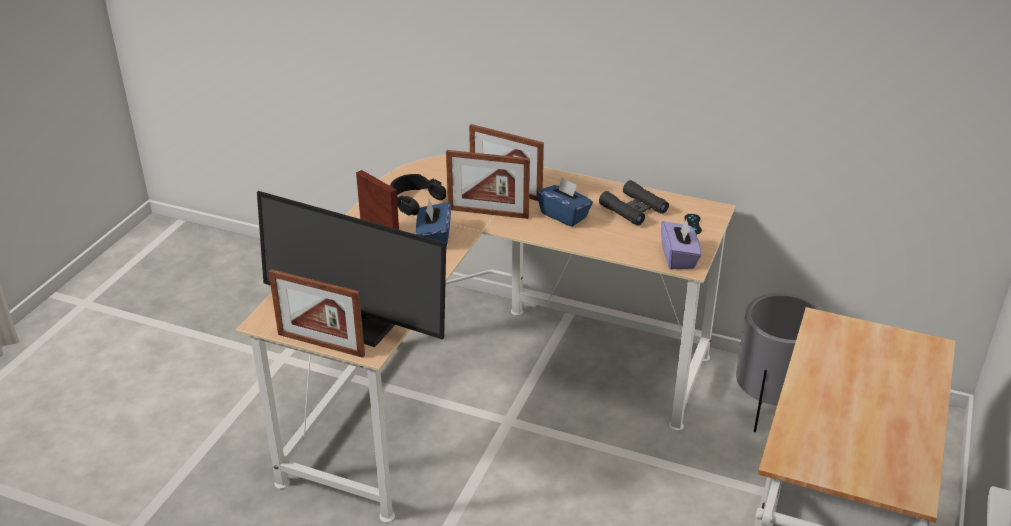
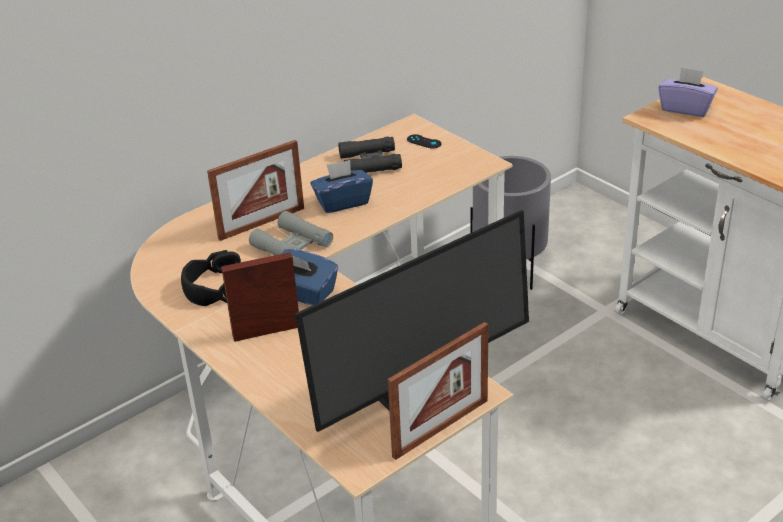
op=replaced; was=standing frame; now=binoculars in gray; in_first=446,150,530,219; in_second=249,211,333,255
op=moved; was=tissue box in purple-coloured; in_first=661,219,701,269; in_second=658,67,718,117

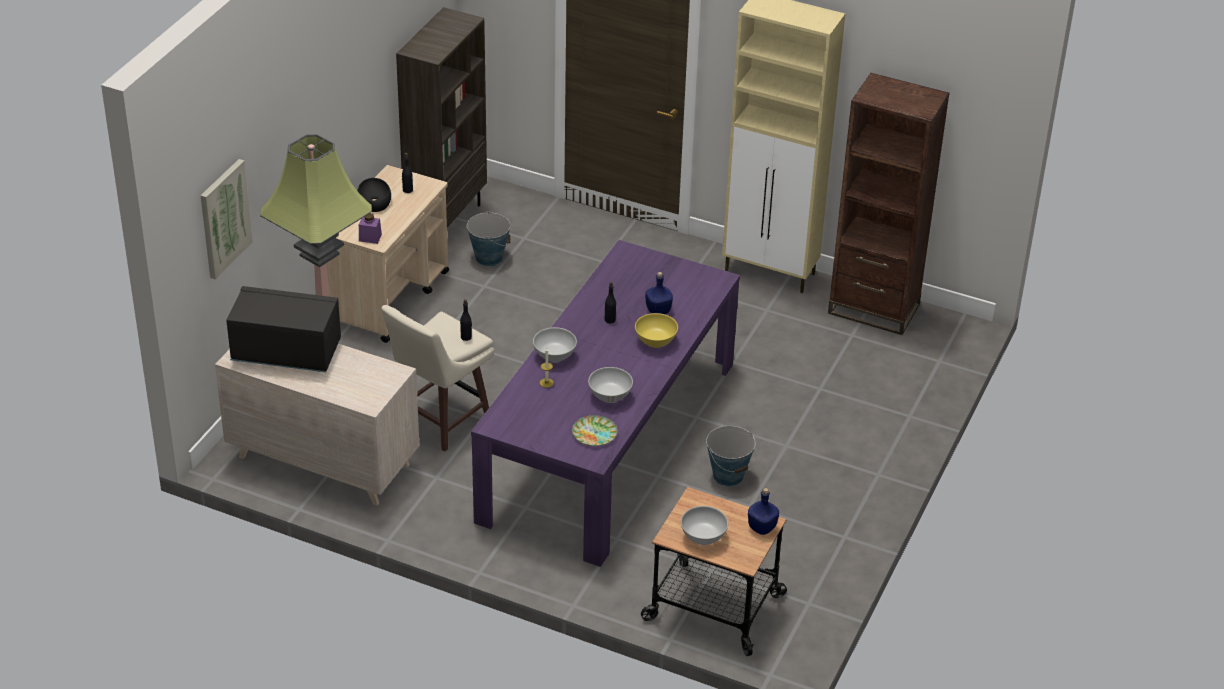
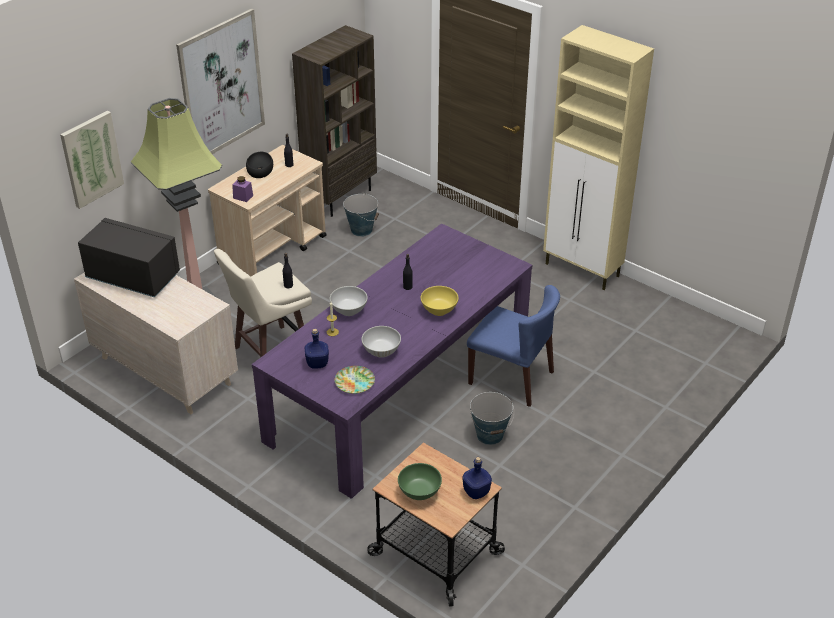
op=added; now=picture; in_second=176,8,265,154
op=moved; was=drink bottle in bluish; in_first=645,272,673,314; in_second=305,329,329,369
op=recoloured; was=bowl in white-coloured; now=bowl in green; in_first=681,506,728,545; in_second=398,463,442,500
op=added; now=upright chair in bluish; in_second=467,285,560,407
op=removed; was=bookshelf in brown-coloured; in_first=828,73,950,335

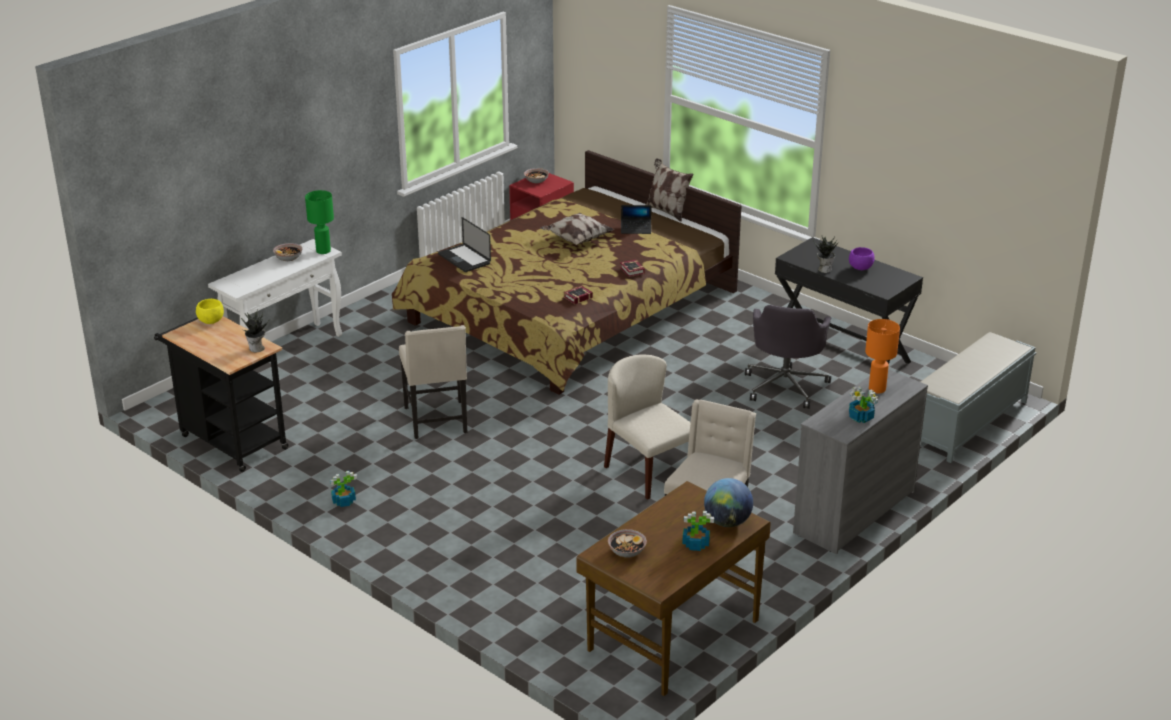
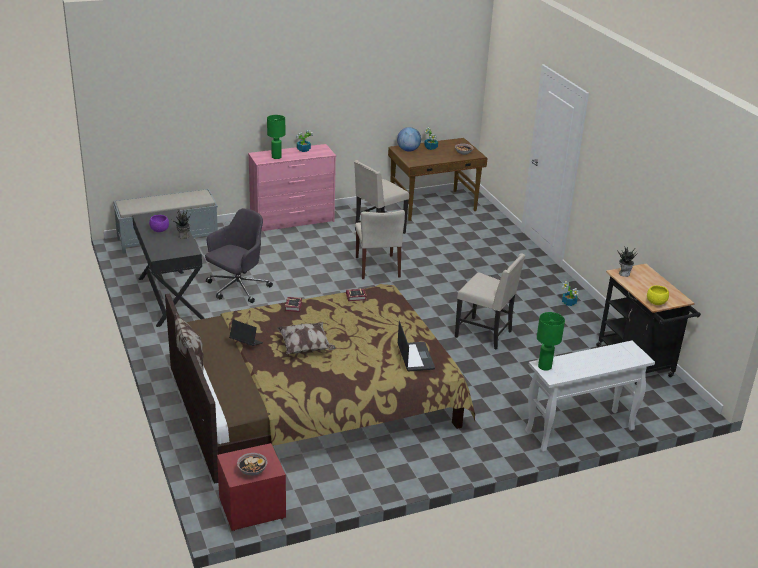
op=recoloured; was=chest of drawers in gray; now=chest of drawers in pinkish; in_first=793,369,928,554; in_second=248,144,336,231
op=recoloured; was=table lamp in orangey; now=table lamp in green; in_first=865,319,900,393; in_second=267,115,285,159
op=turned; was=upright chair in sand-coloured; in_first=399,325,467,439; in_second=455,253,525,349; clockwise=105
op=removed; was=bowl; in_first=273,243,302,261

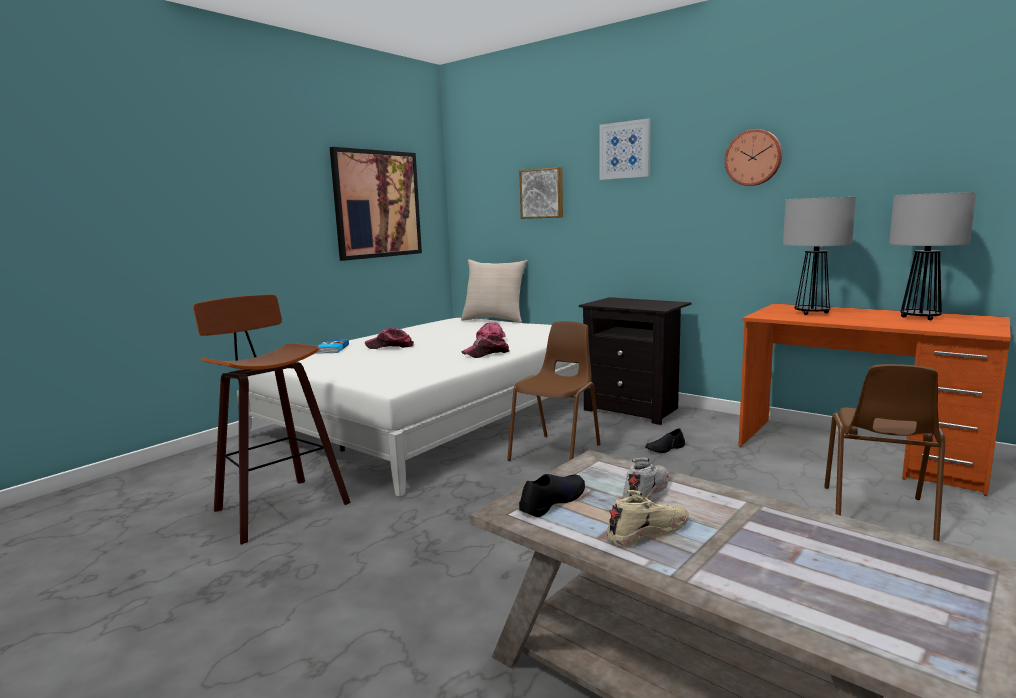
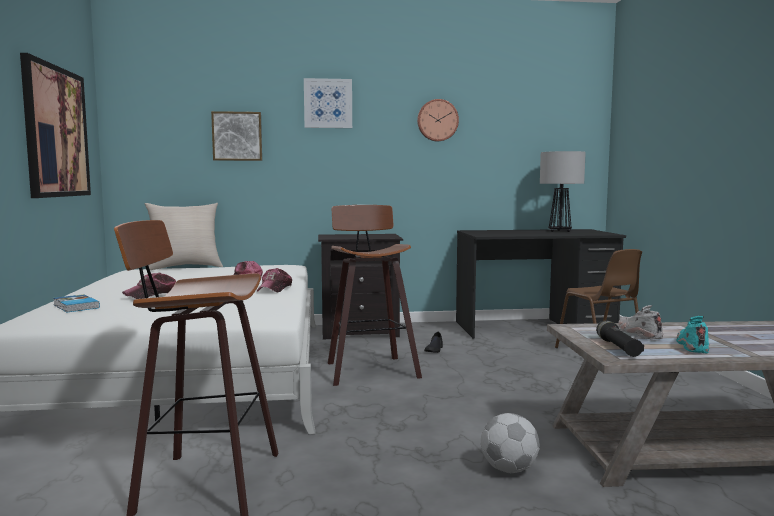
op=replaced; was=upright chair in brown-coloured; now=stool; in_first=507,321,600,461; in_second=328,205,422,386
op=recoloured; was=desk in orangey; now=desk in black-coloured; in_first=738,303,1011,496; in_second=456,229,626,339
op=added; now=football ball; in_second=481,413,540,473
op=replaced; was=low shoe in black-coloured; now=flashlight in black-coloured; in_first=519,474,585,517; in_second=596,320,644,357
op=recoloured; was=low shoe in sand-coloured; now=low shoe in blue-green; in_first=607,490,689,548; in_second=676,316,709,353
op=removed; was=table lamp; in_first=783,197,856,315

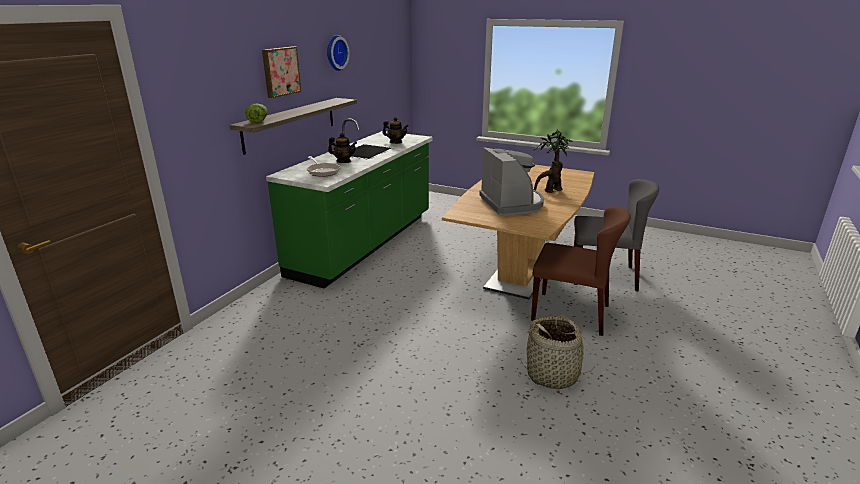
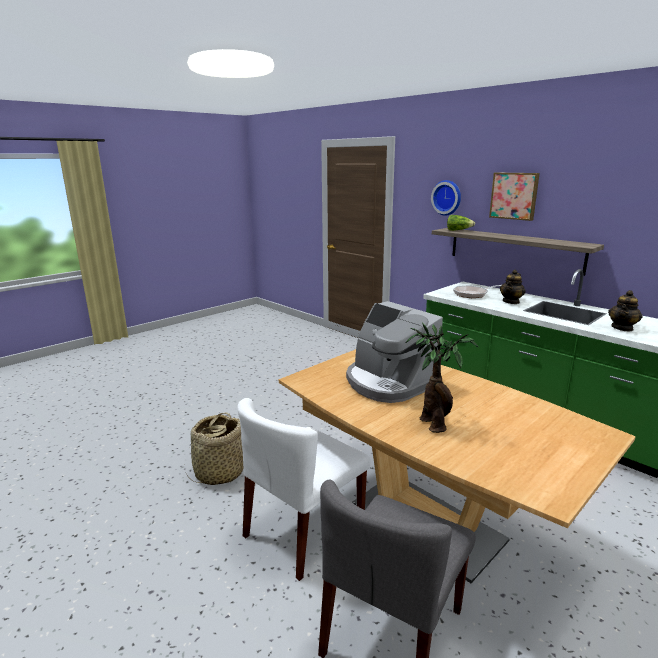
op=recoloured; was=upright chair in brown-coloured; now=upright chair in white-coloured; in_first=531,206,631,336; in_second=237,398,370,581
op=turned; was=coffee brewer; in_first=479,147,544,216; in_second=346,301,443,403; clockwise=45
op=moved; was=clock on the wall; in_first=327,35,350,71; in_second=431,180,461,216

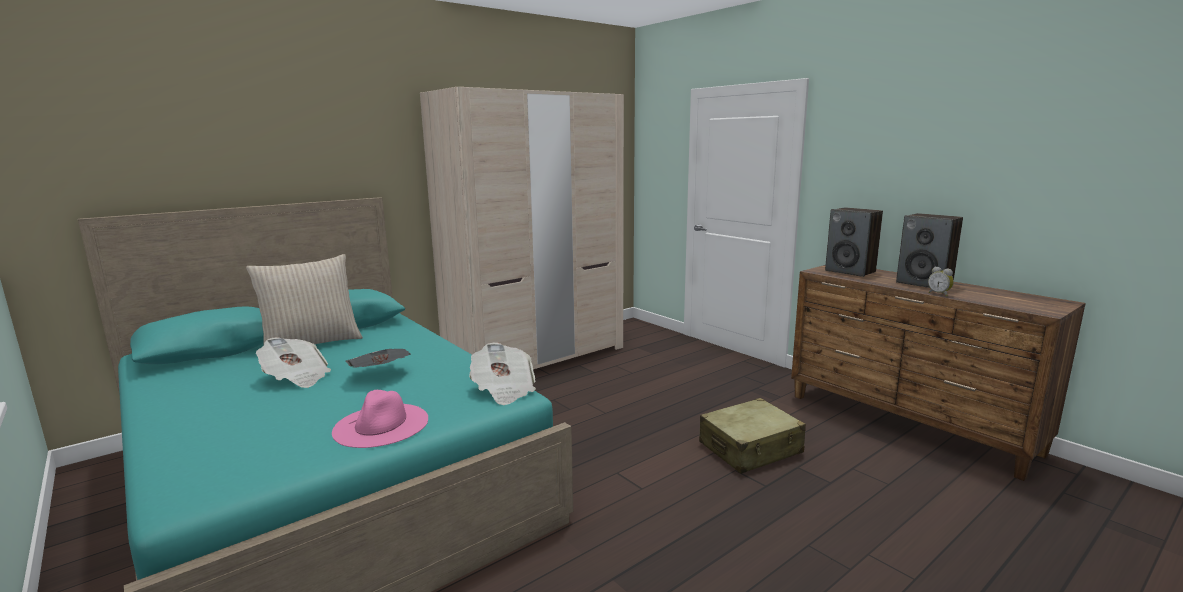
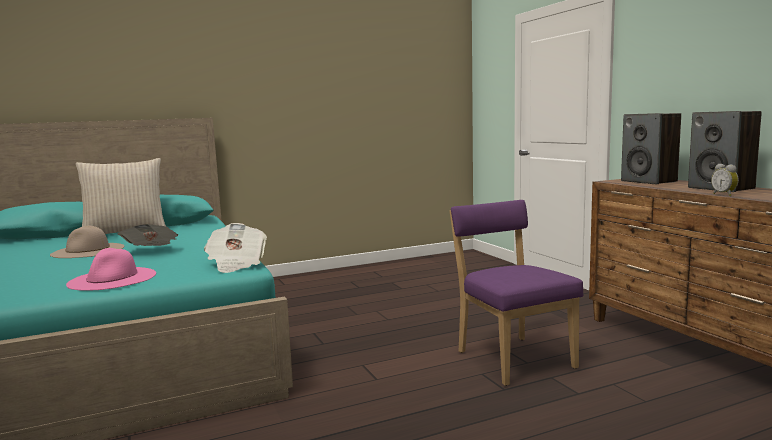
op=replaced; was=newspaper; now=hat in sand-coloured; in_first=256,337,331,388; in_second=50,226,124,258
op=replaced; was=piece of luggage in sand-coloured; now=upright chair in purple-coloured; in_first=699,398,806,474; in_second=450,200,584,386
op=removed; was=wardrobe in sand-coloured; in_first=420,87,624,369

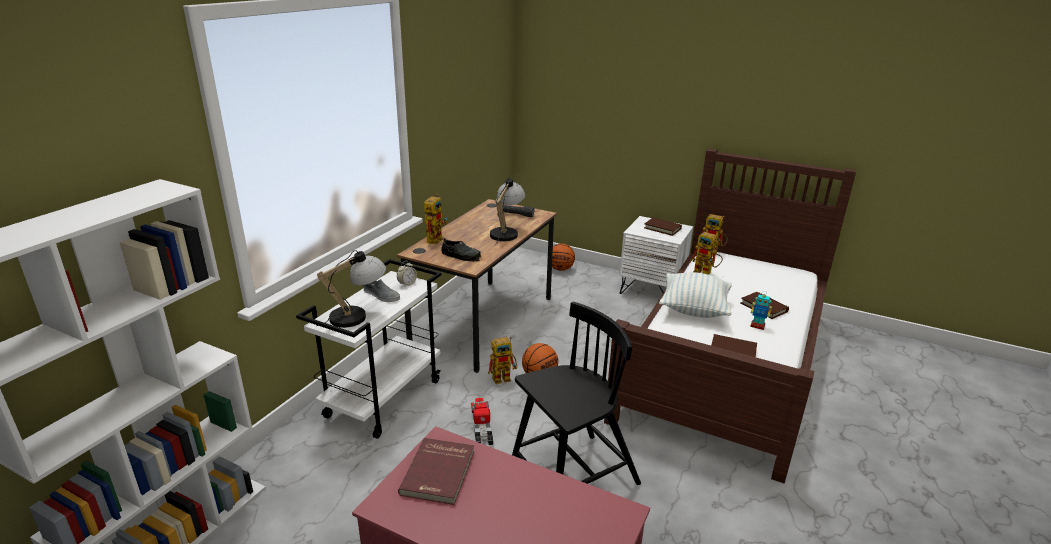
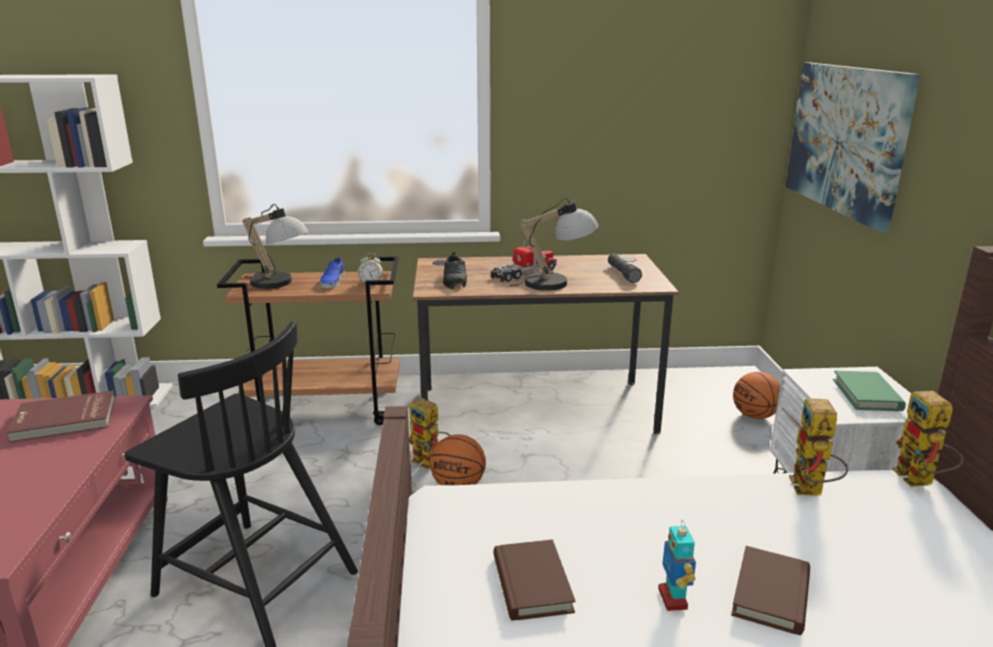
op=recoloured; was=cart in white-coloured; now=cart in brown-coloured; in_first=296,259,441,439; in_second=217,257,400,425
op=recoloured; was=low shoe in gray; now=low shoe in bluish; in_first=363,279,400,302; in_second=320,258,345,288
op=moved; was=toy truck; in_first=471,398,493,445; in_second=490,241,557,282
op=added; now=picture; in_second=785,63,921,232
op=recoloured; was=volume in brown-coloured; now=volume in green; in_first=644,218,682,236; in_second=833,371,906,411
op=removed; was=model robot; in_first=424,194,447,245
op=removed; was=pillow; in_first=659,272,732,318

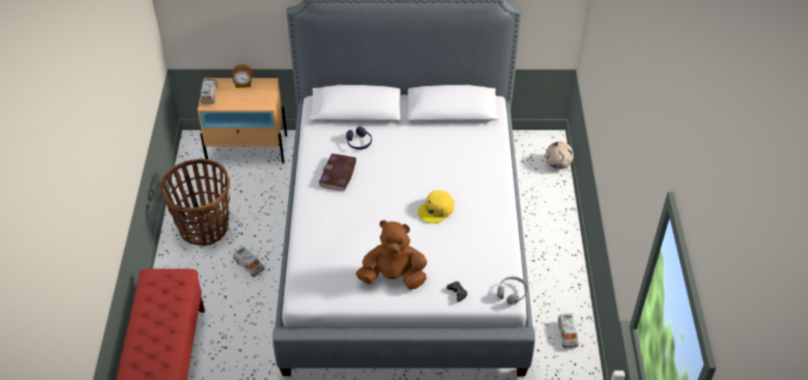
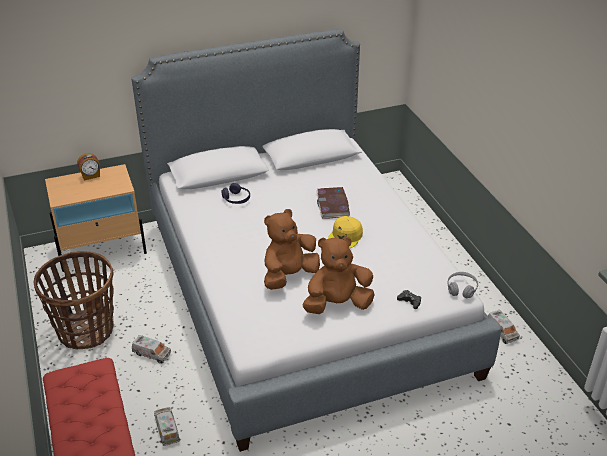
op=moved; was=toy truck; in_first=200,79,218,104; in_second=154,407,180,446
op=added; now=cuddly toy in brown-coloured; in_second=264,209,320,290
op=moved; was=volume; in_first=318,154,356,191; in_second=316,187,350,219
op=removed; was=football ball; in_first=545,141,574,169

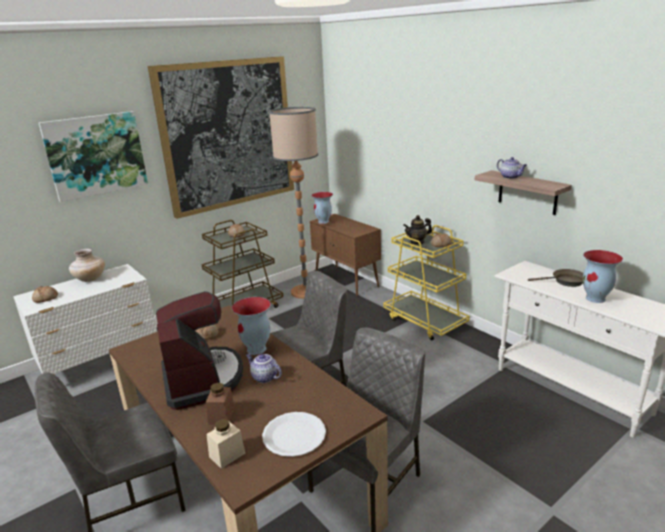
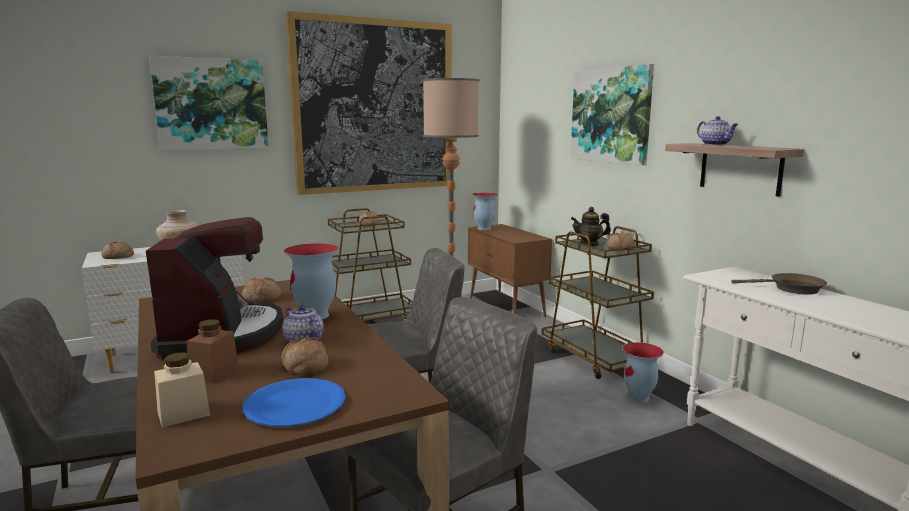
op=recoloured; was=plate in white-coloured; now=plate in bluish; in_first=262,412,326,457; in_second=243,378,346,427
op=added; now=bread; in_second=281,337,329,375
op=recoloured; was=cart in yellowish; now=cart in brown-coloured; in_first=383,225,470,340; in_second=542,226,654,379
op=added; now=picture; in_second=570,64,654,166
op=moved; was=flower vase; in_first=583,250,623,303; in_second=622,342,664,402

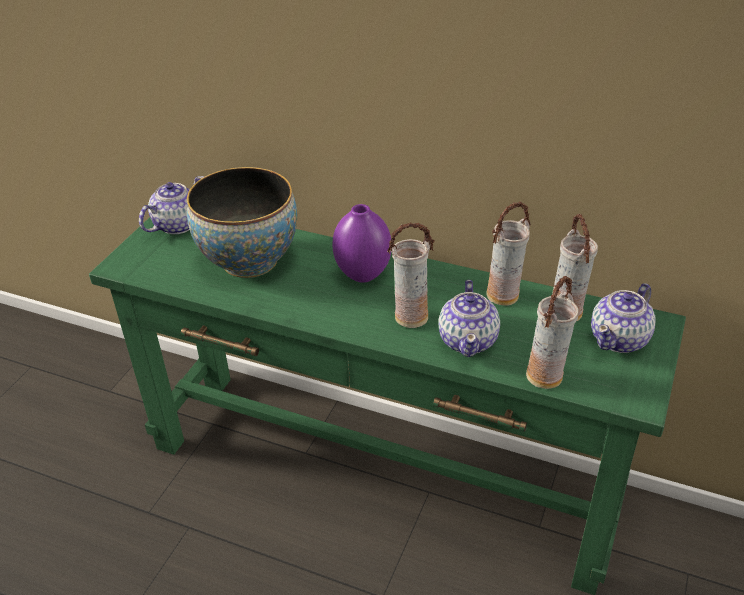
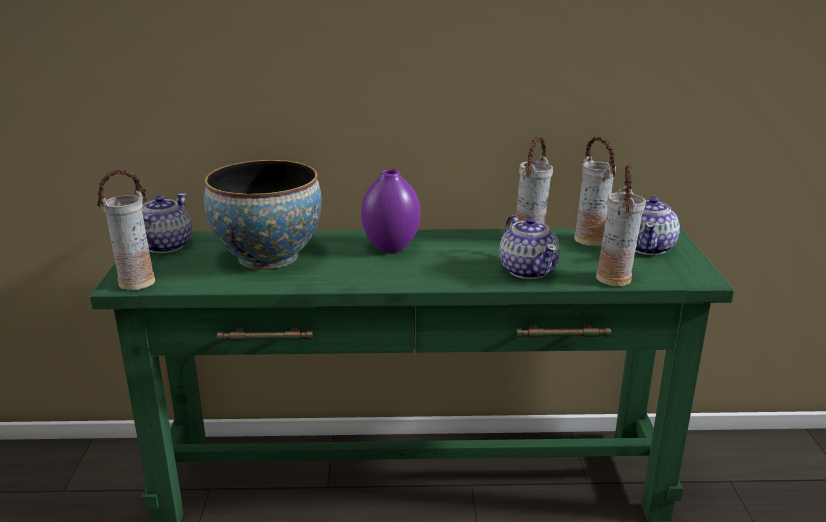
op=moved; was=flower vase; in_first=387,223,435,328; in_second=97,169,155,290

